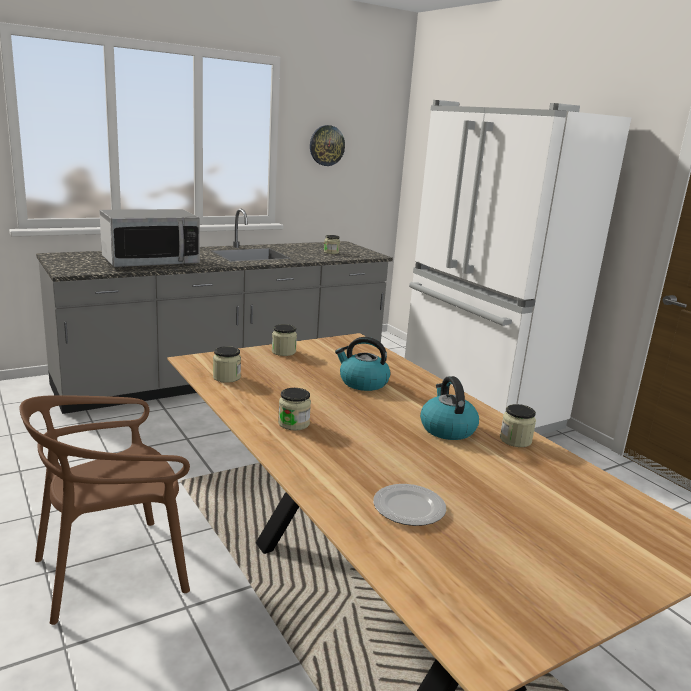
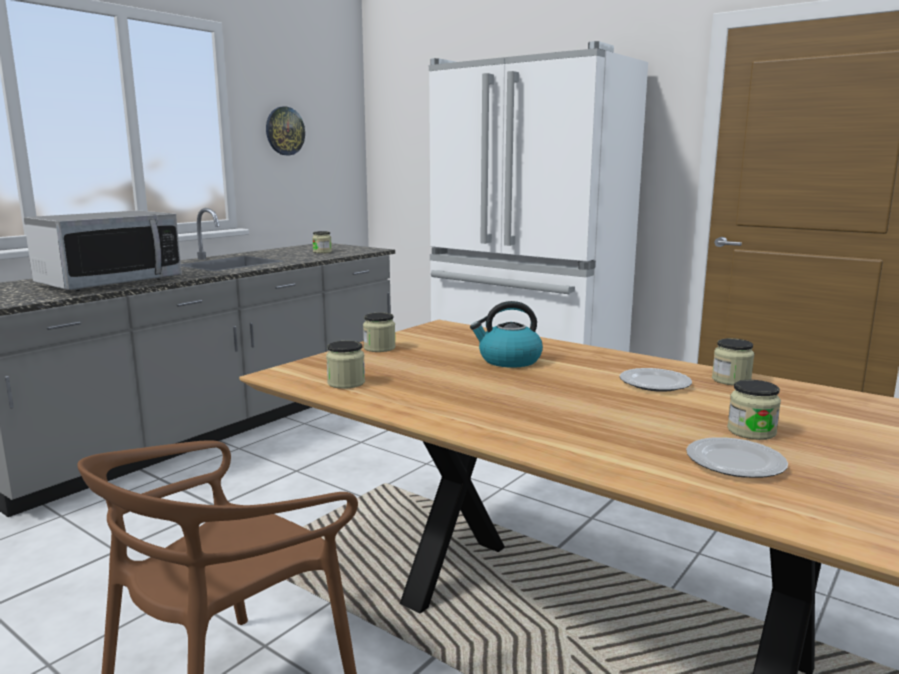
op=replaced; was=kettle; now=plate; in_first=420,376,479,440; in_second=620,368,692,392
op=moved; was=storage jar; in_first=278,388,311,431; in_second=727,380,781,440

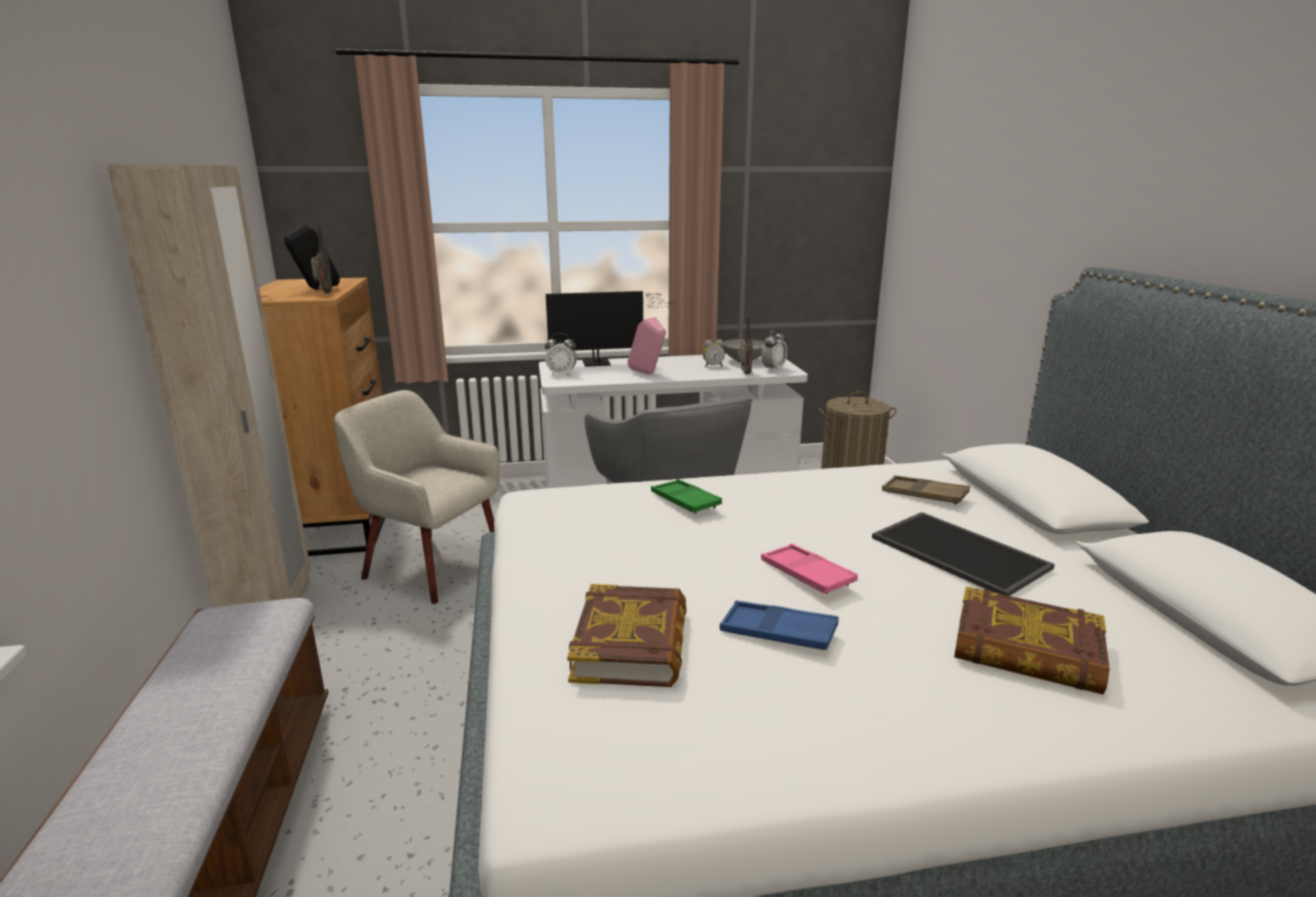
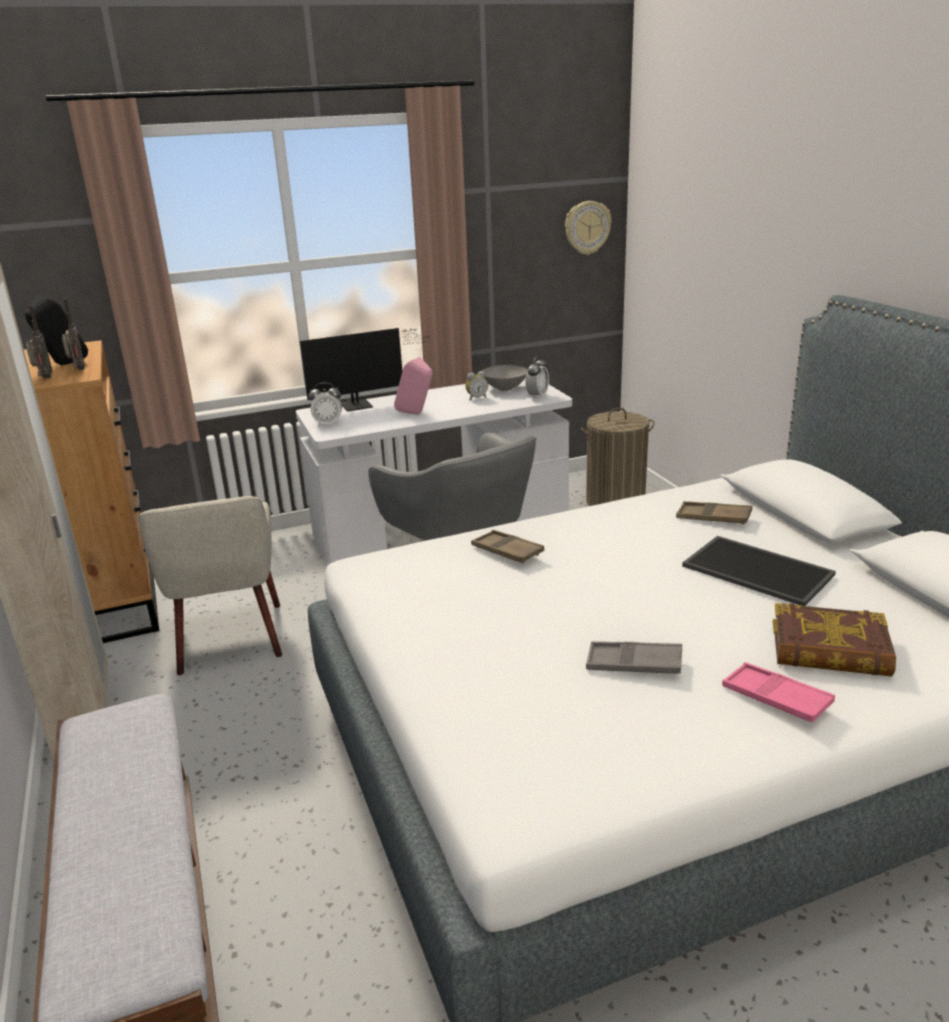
op=moved; was=radio receiver; in_first=738,316,753,374; in_second=26,305,52,378
op=turned; was=easy chair in sand-coloured; in_first=334,390,500,604; in_second=138,496,282,675; clockwise=-120
op=recoloured; was=serving tray in green; now=serving tray in brown-coloured; in_first=651,479,722,514; in_second=471,530,544,563
op=added; now=clock on the wall; in_second=565,201,612,255
op=recoloured; was=serving tray in bluish; now=serving tray in gray; in_first=720,601,838,650; in_second=586,641,682,674
op=moved; was=serving tray in pinkish; in_first=761,544,858,594; in_second=722,662,835,722
op=removed; was=volume; in_first=567,584,686,687

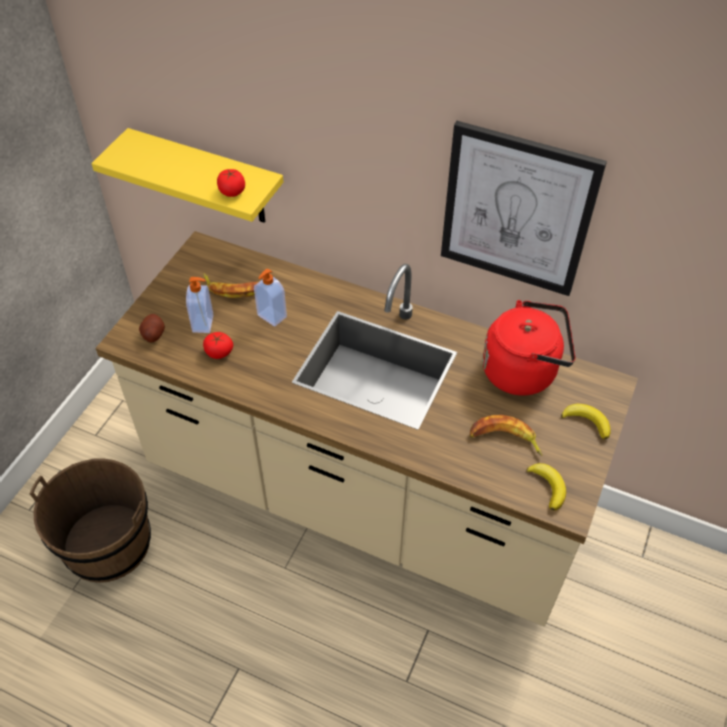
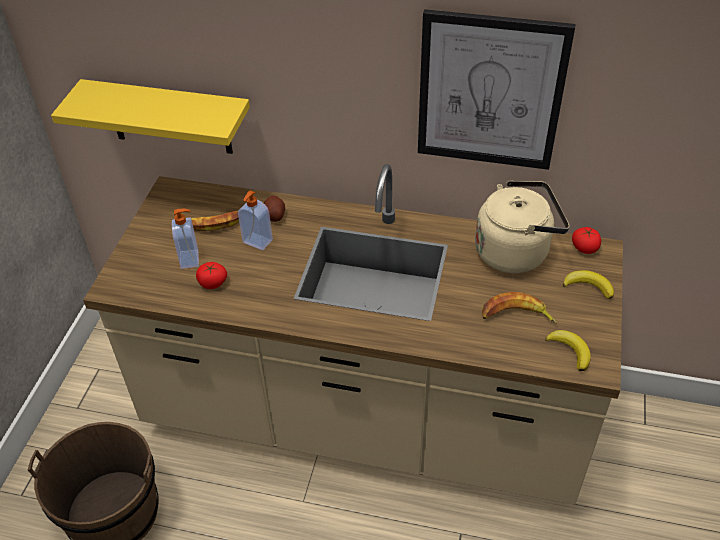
op=moved; was=spud; in_first=139,314,165,342; in_second=264,196,285,222
op=recoloured; was=kettle in red-coloured; now=kettle in sand-coloured; in_first=482,300,575,396; in_second=475,180,569,273
op=moved; was=tomato; in_first=217,169,245,197; in_second=572,227,601,254

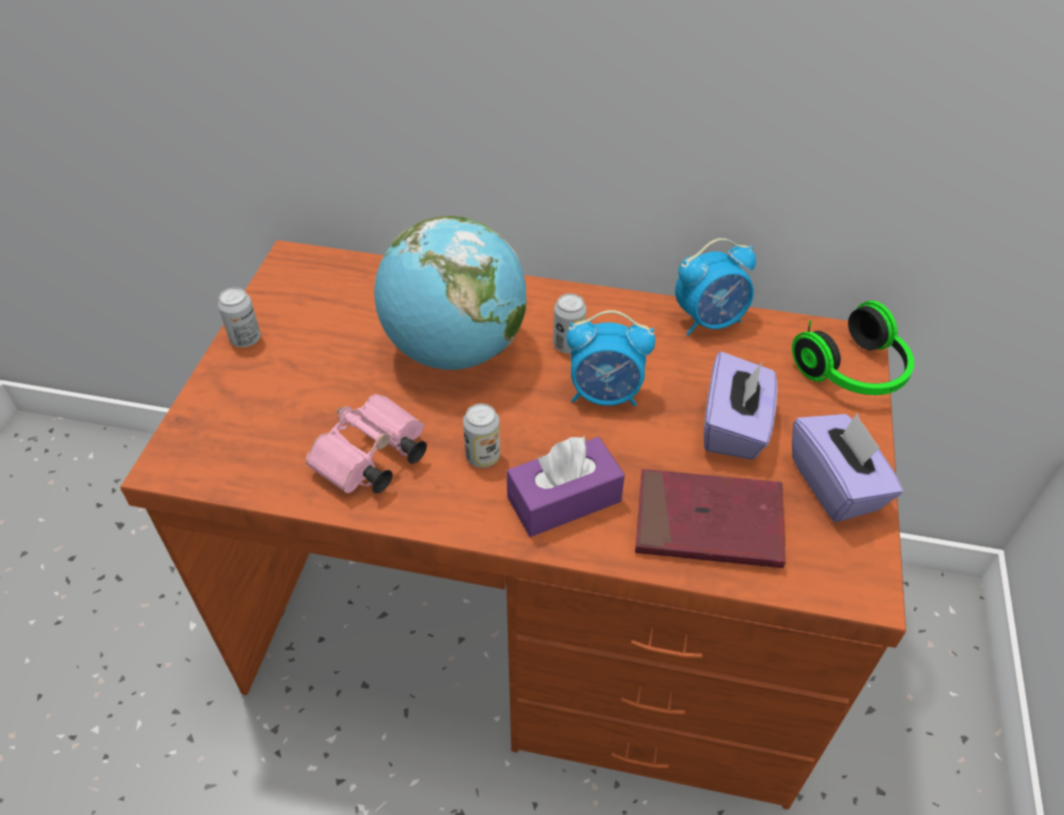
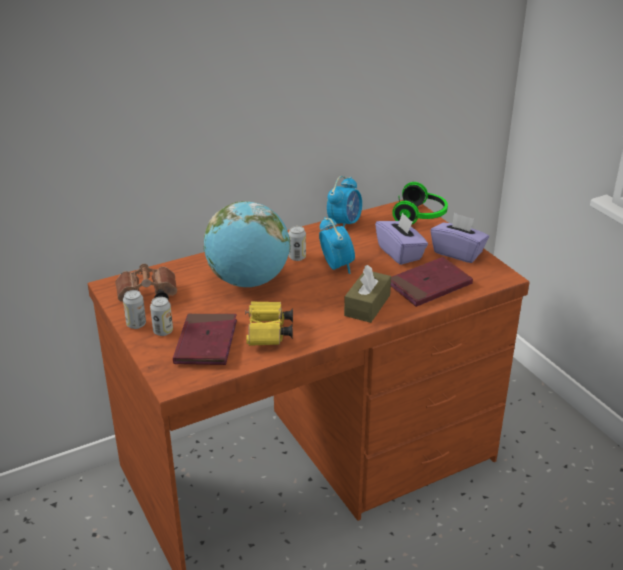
op=added; now=binoculars in brown-coloured; in_second=115,264,177,302
op=moved; was=metal can; in_first=463,403,500,468; in_second=150,297,173,336
op=added; now=volume in red-coloured; in_second=173,313,237,365
op=recoloured; was=binoculars in pinkish; now=binoculars in yellowish; in_first=306,394,427,494; in_second=245,301,293,346
op=turned; was=bedside clock; in_first=566,310,656,406; in_second=319,217,355,274; clockwise=-75
op=recoloured; was=tissue box in purple-coloured; now=tissue box in brown-coloured; in_first=507,435,625,537; in_second=344,265,391,323

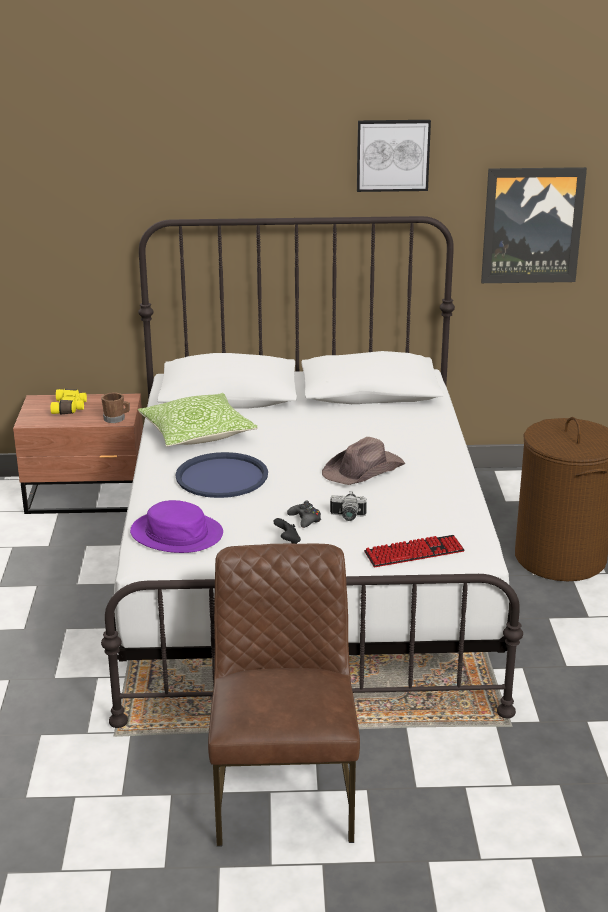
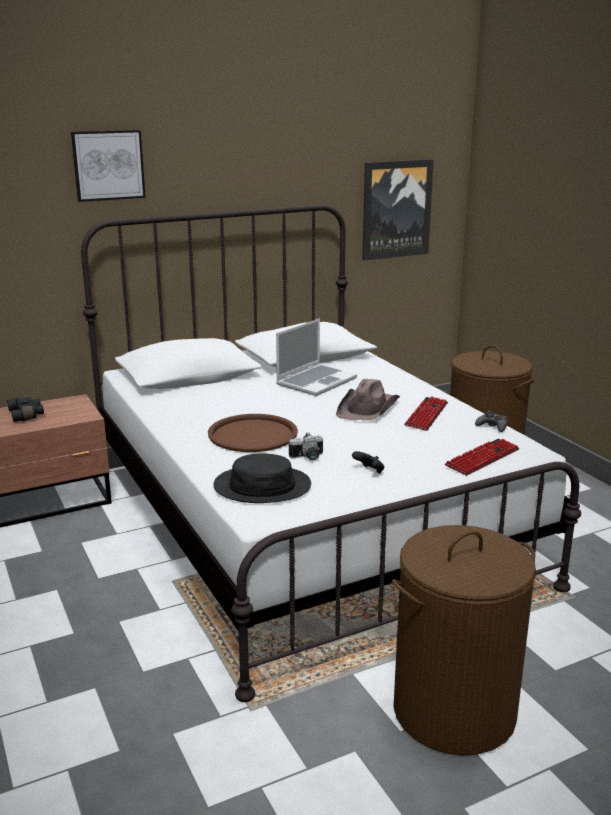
op=recoloured; was=binoculars in yellowish; now=binoculars in black-coloured; in_first=51,389,87,414; in_second=7,397,44,422
op=moved; was=picture; in_first=357,120,431,192; in_second=71,130,146,202
op=recoloured; was=serving tray in bluish; now=serving tray in brown-coloured; in_first=175,452,268,498; in_second=208,414,298,452
op=recoloured; was=hat in purple-coloured; now=hat in black-coloured; in_first=130,500,223,553; in_second=213,454,311,503
op=added; now=laptop; in_second=276,319,357,396
op=moved; was=photo camera; in_first=330,491,367,521; in_second=289,432,323,460
op=replaced; was=upright chair in brown-coloured; now=washing basket in brown-coloured; in_first=208,543,360,847; in_second=392,525,536,756
op=added; now=computer keyboard; in_second=404,396,448,431
op=moved; was=game controller in black-coloured; in_first=287,500,321,528; in_second=475,410,508,432
op=removed; was=coffee mug in brown-coloured; in_first=101,392,130,423
op=removed; was=pillow; in_first=138,393,258,447

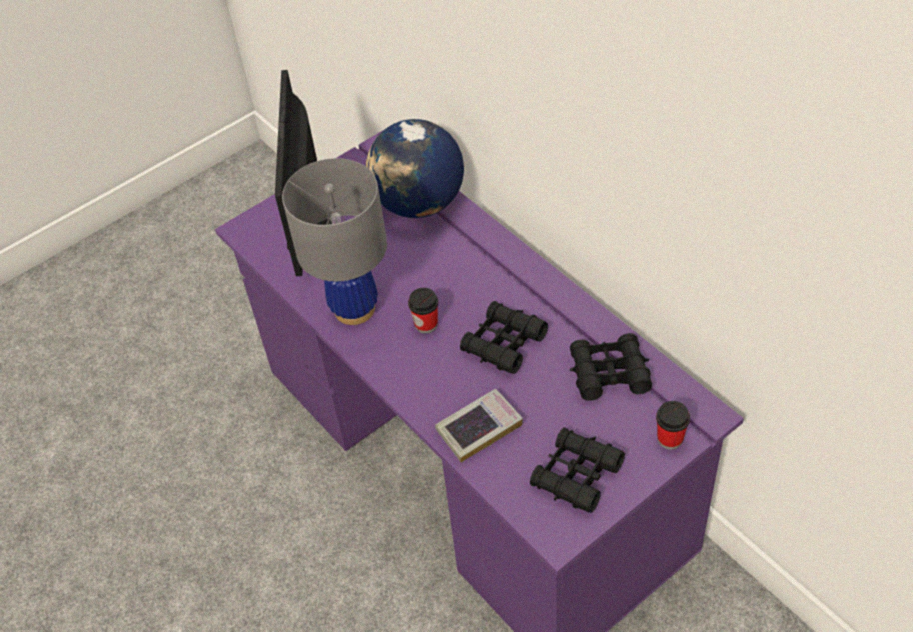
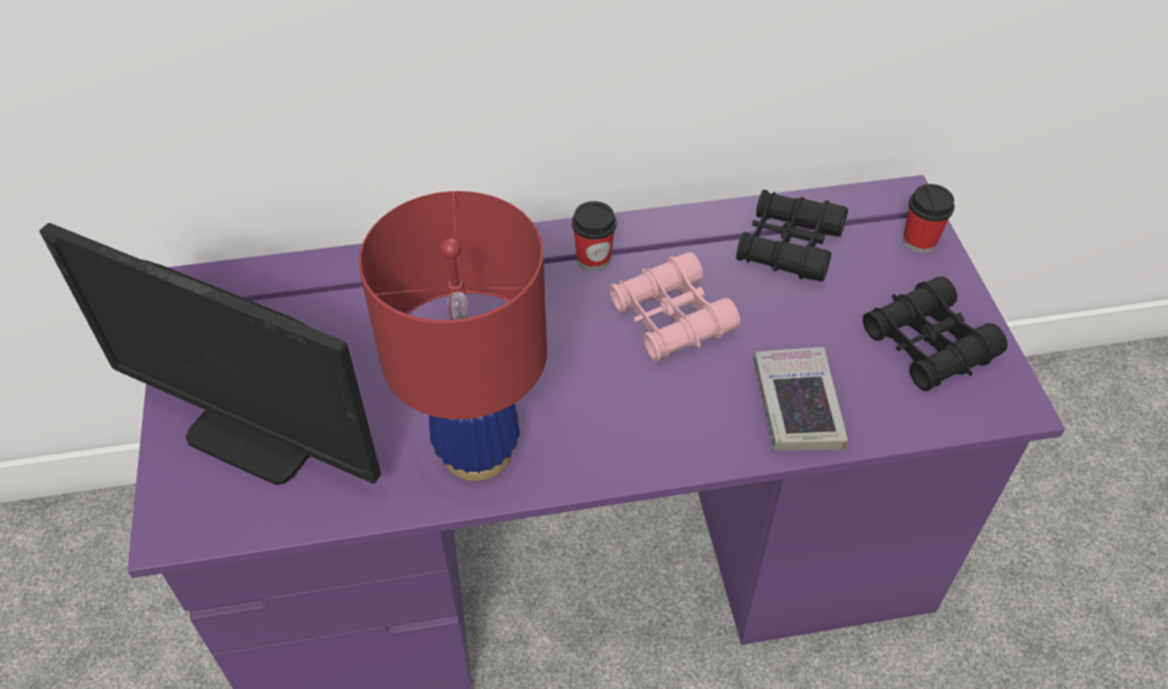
op=recoloured; was=table lamp in gray; now=table lamp in red-coloured; in_first=282,158,387,325; in_second=359,191,547,481
op=moved; was=drinking cup; in_first=408,288,438,334; in_second=572,201,616,271
op=recoloured; was=binoculars in black-coloured; now=binoculars in pinkish; in_first=460,301,548,374; in_second=609,252,740,362
op=removed; was=desk globe; in_first=366,119,464,218

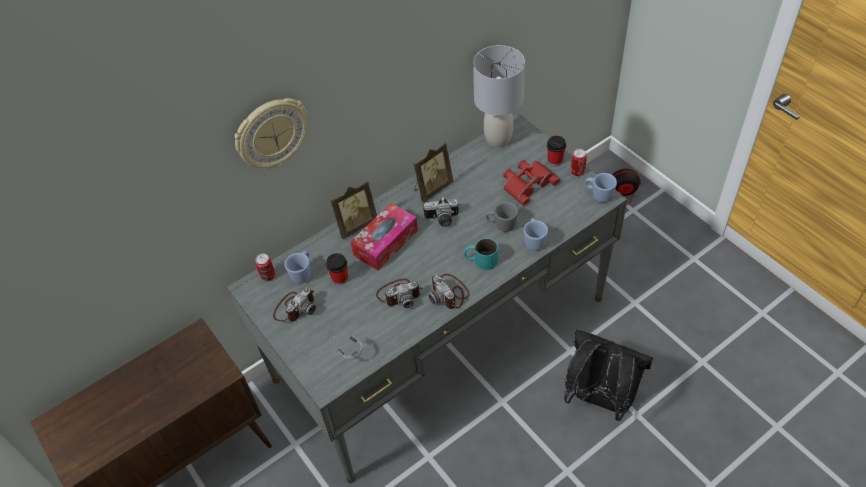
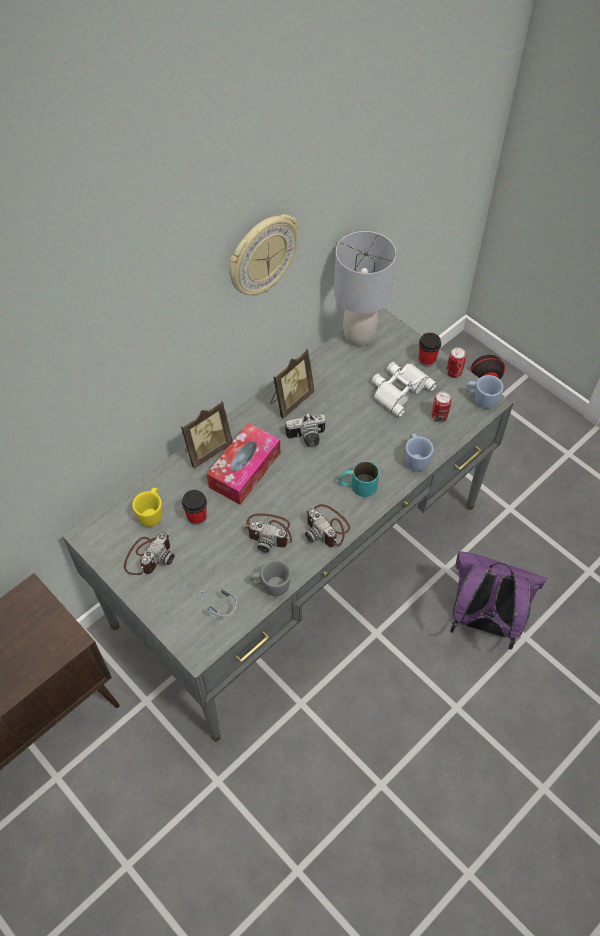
op=recoloured; was=coffee mug in bluish; now=coffee mug in yellowish; in_first=285,251,311,284; in_second=132,488,162,527
op=moved; was=clock on the wall; in_first=235,98,308,169; in_second=229,214,299,296
op=turned; was=photo camera; in_first=376,279,423,308; in_second=244,514,292,553; clockwise=45
op=moved; was=coffee mug in gray; in_first=486,202,518,232; in_second=250,560,291,596
op=recoloured; was=binoculars in red-coloured; now=binoculars in white-coloured; in_first=503,160,560,206; in_second=371,362,437,417
op=moved; was=metal can; in_first=255,254,275,282; in_second=431,392,451,422
op=recoloured; was=knapsack in black-coloured; now=knapsack in purple-coloured; in_first=564,330,653,421; in_second=450,551,547,650

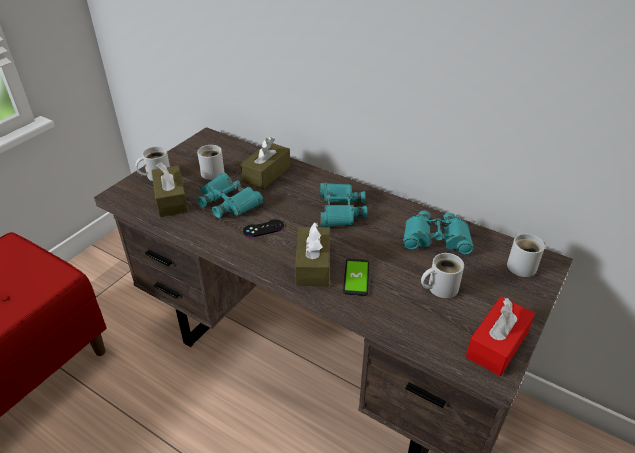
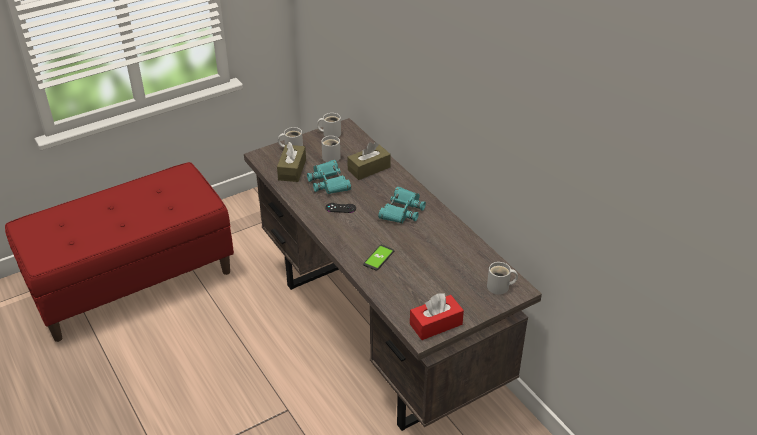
op=moved; was=coffee mug in white-coloured; in_first=421,253,464,298; in_second=317,113,341,137
op=removed; was=tissue box in brown-coloured; in_first=295,222,330,287
op=removed; was=binoculars in blue-green; in_first=403,211,473,255

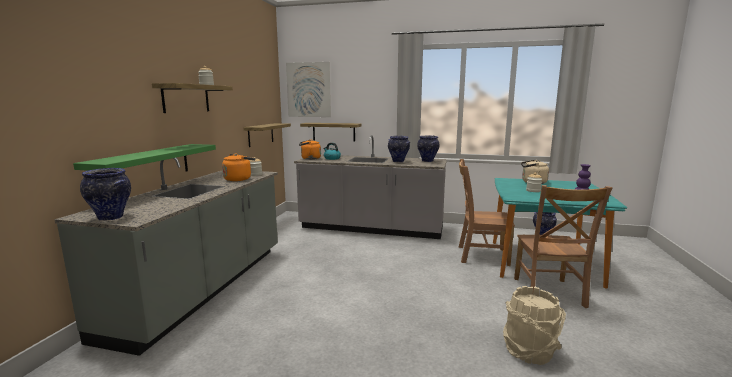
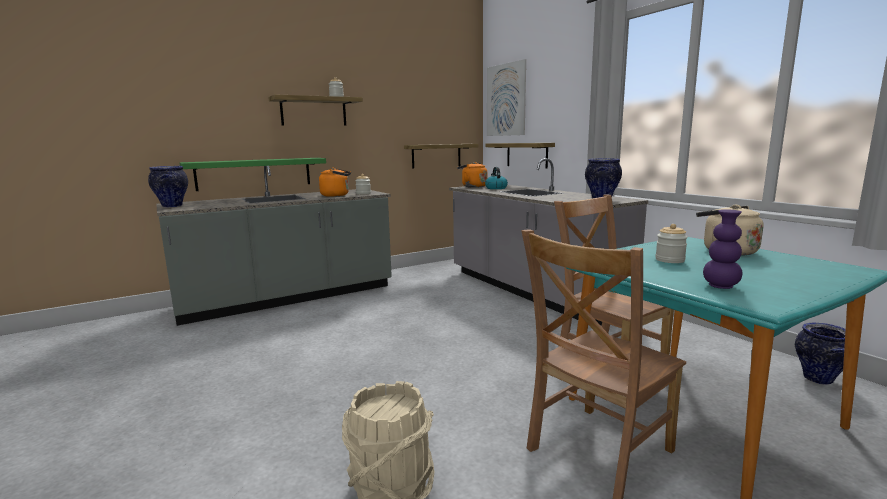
op=removed; was=flower vase; in_first=388,136,410,162

